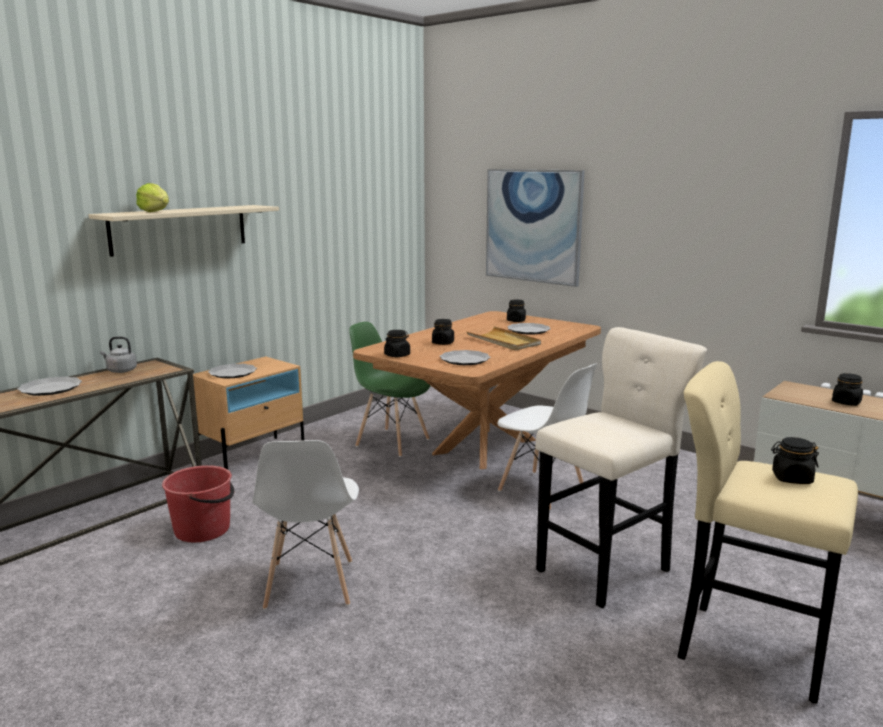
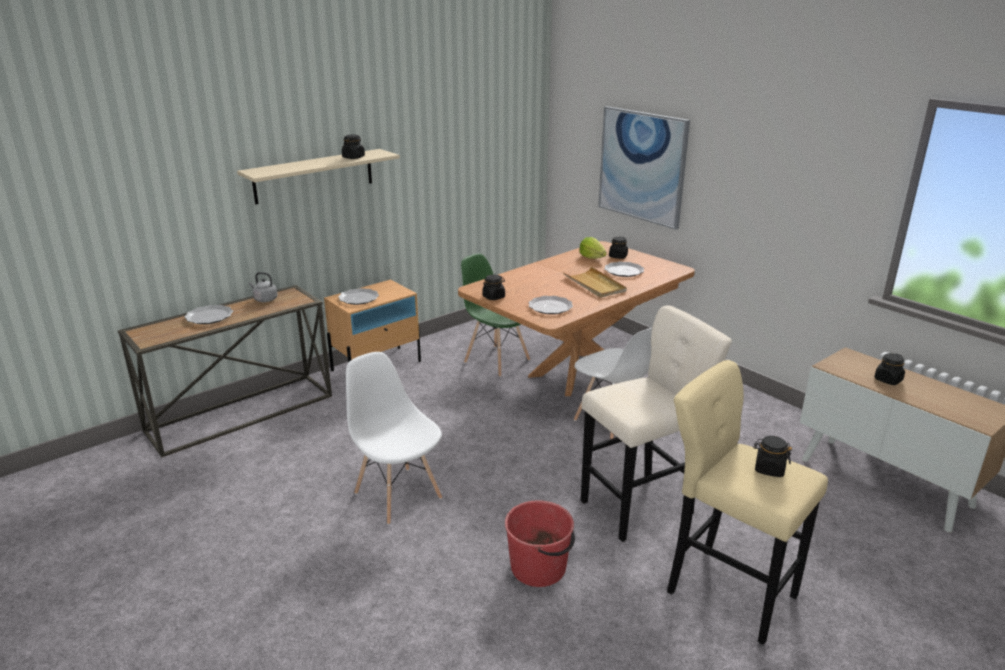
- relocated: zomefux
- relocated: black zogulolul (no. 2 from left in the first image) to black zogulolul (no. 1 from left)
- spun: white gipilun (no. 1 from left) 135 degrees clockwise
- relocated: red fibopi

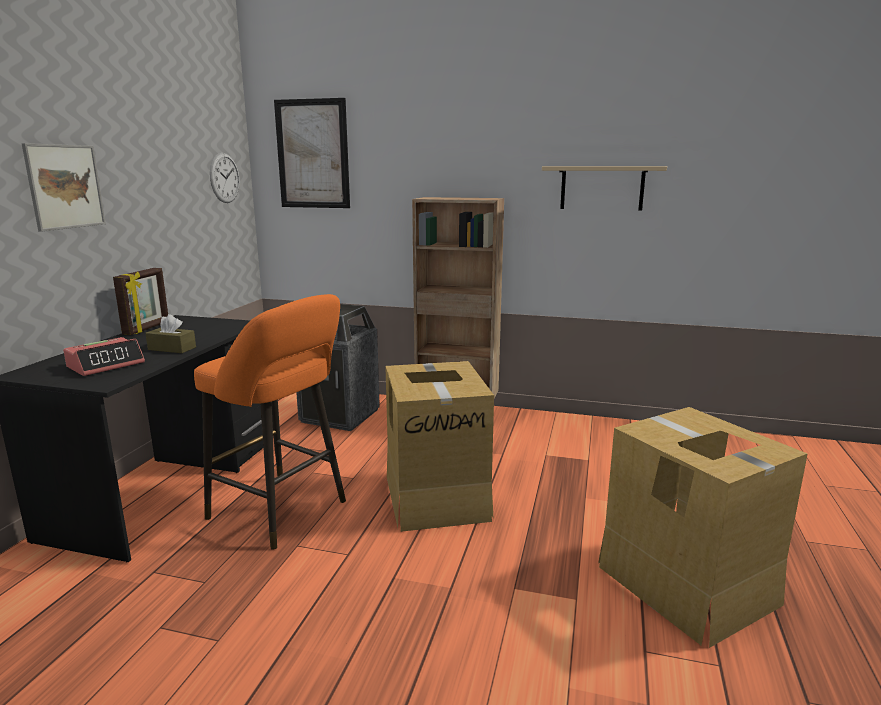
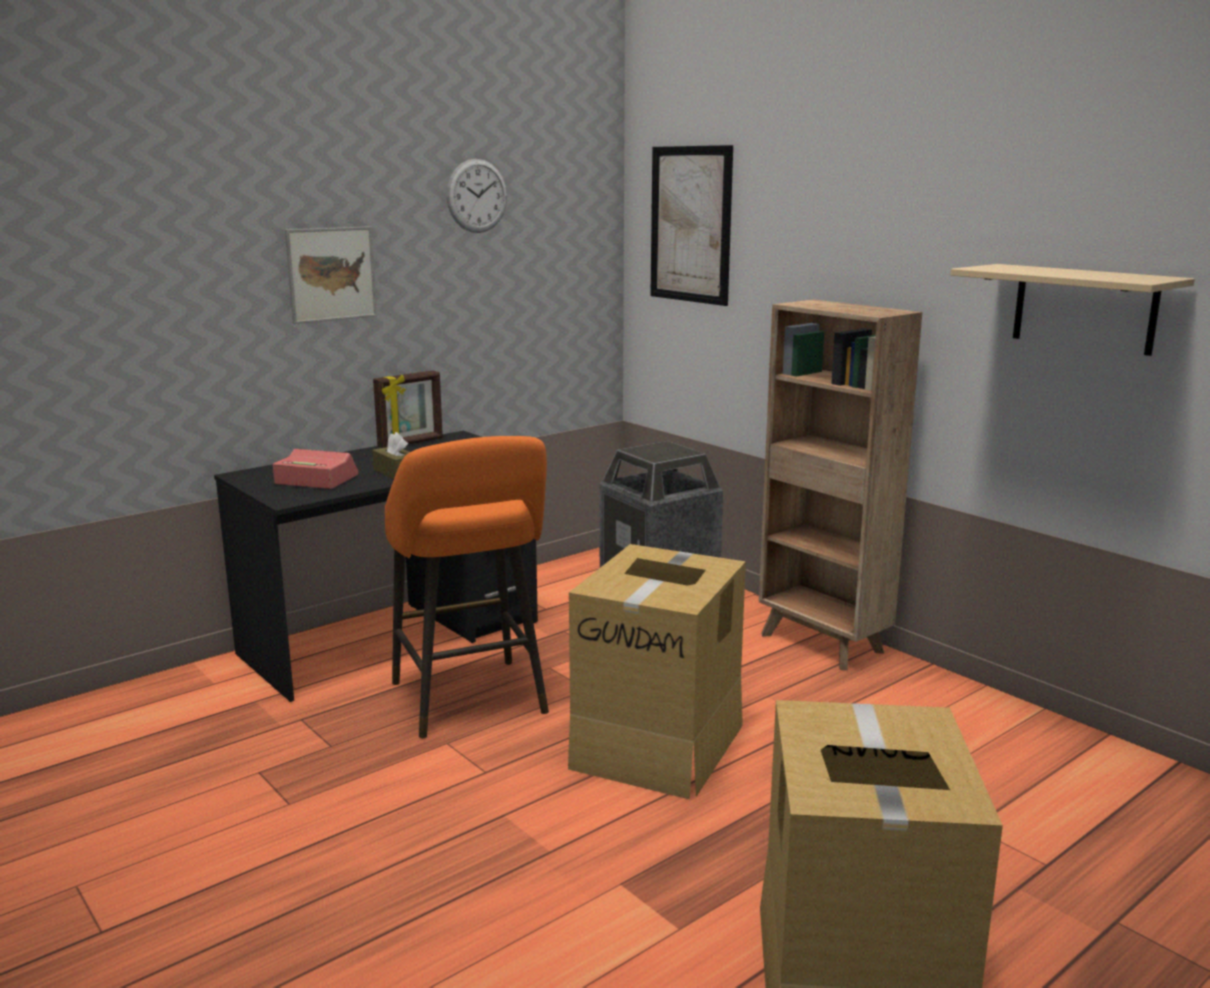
- relocated: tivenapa
- spun: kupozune 150 degrees counterclockwise

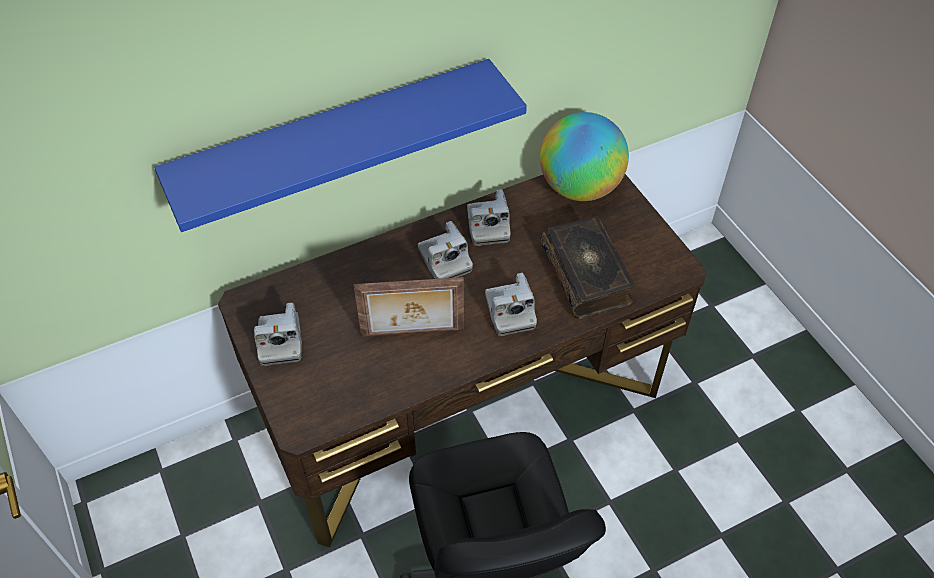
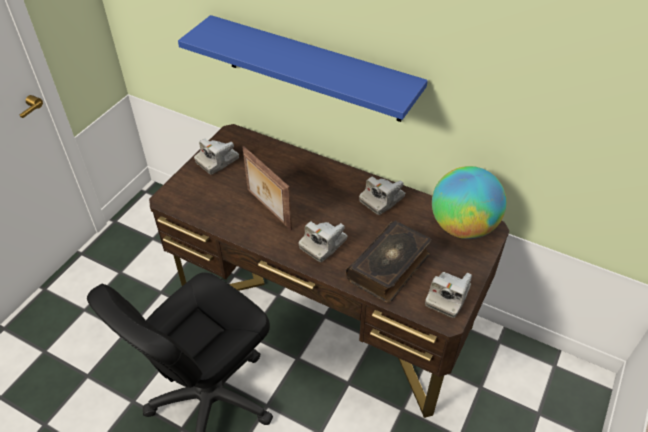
- relocated: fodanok (no. 2 from left in the first image) to fodanok (no. 4 from left)

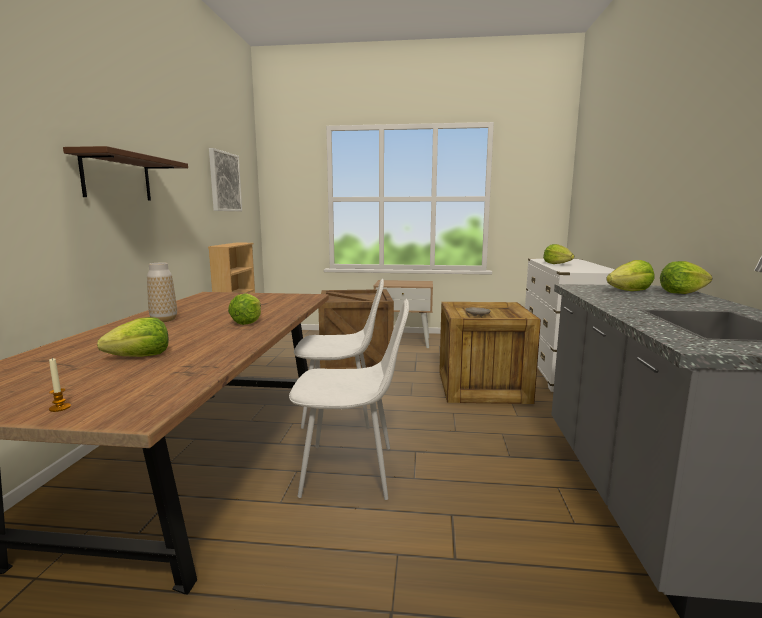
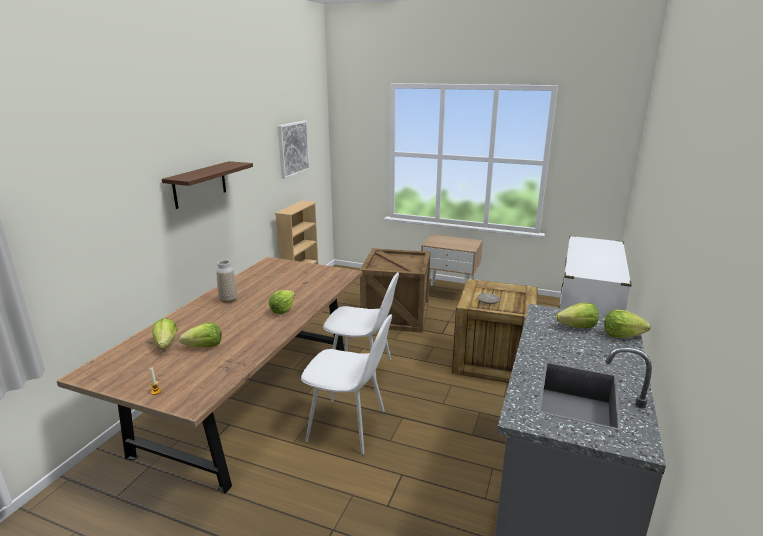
- relocated: zomefux (no. 3 from left in the first image) to zomefux (no. 1 from left)

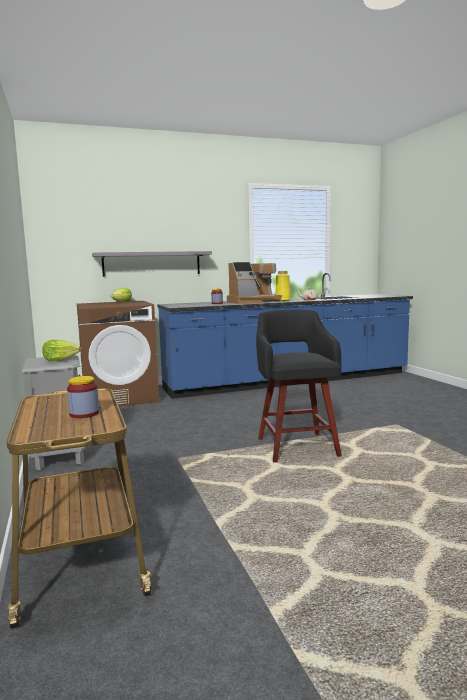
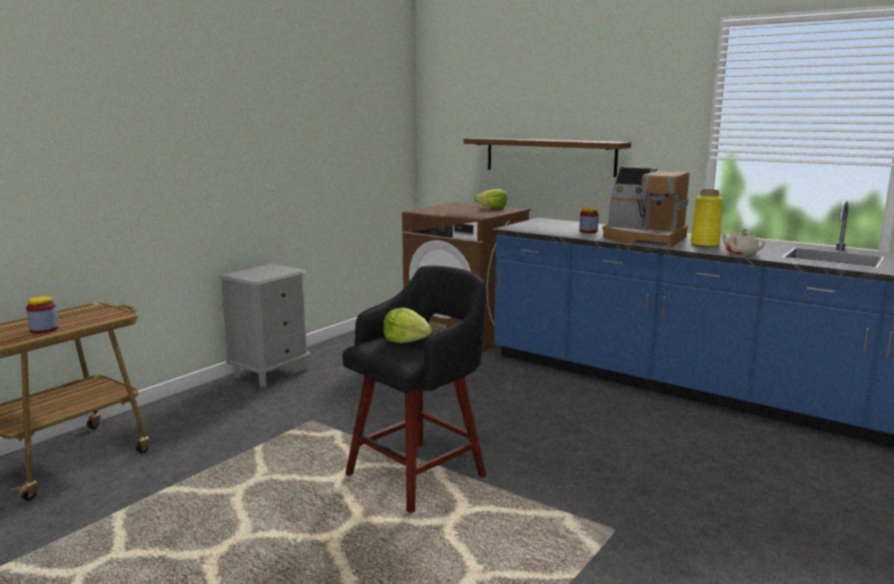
- colour: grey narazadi to brown narazadi
- relocated: zomefux (no. 1 from left)

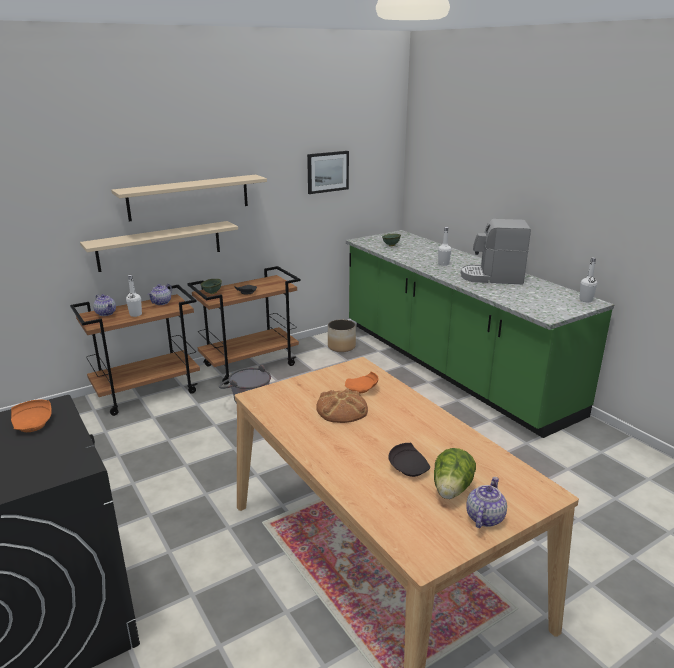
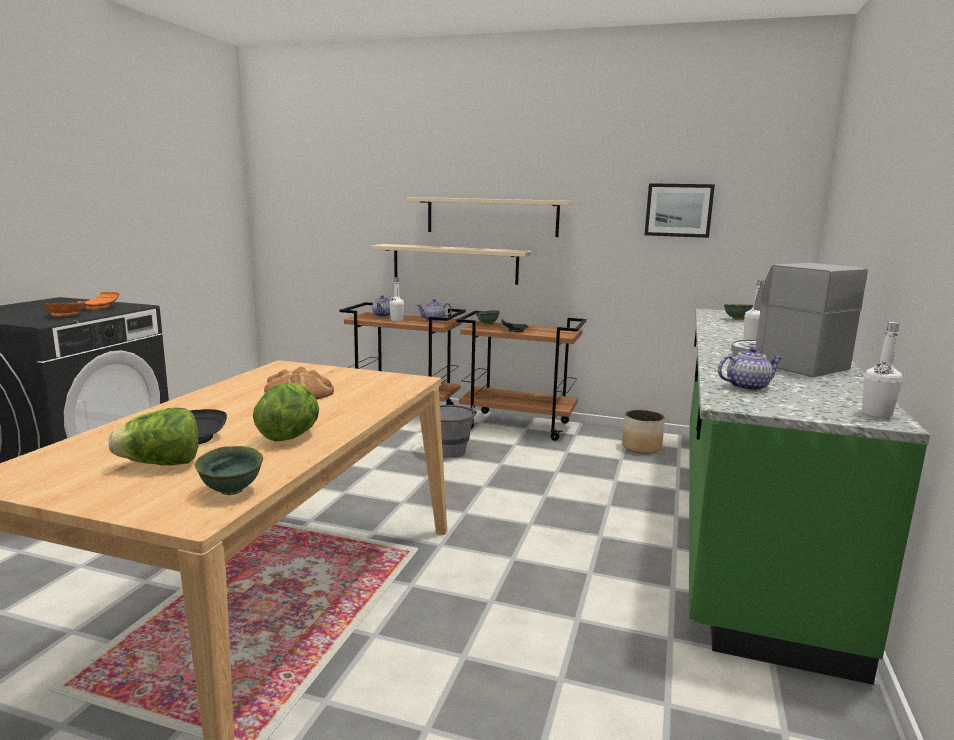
- relocated: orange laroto (no. 2 from left in the first image) to orange laroto (no. 1 from left)
- relocated: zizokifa (no. 3 from left)
- appeared: zomefux (no. 2 from left)
- appeared: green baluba (no. 1 from left)

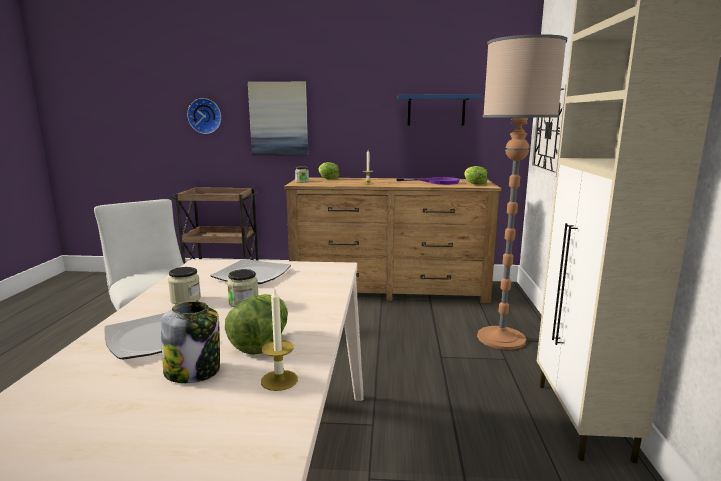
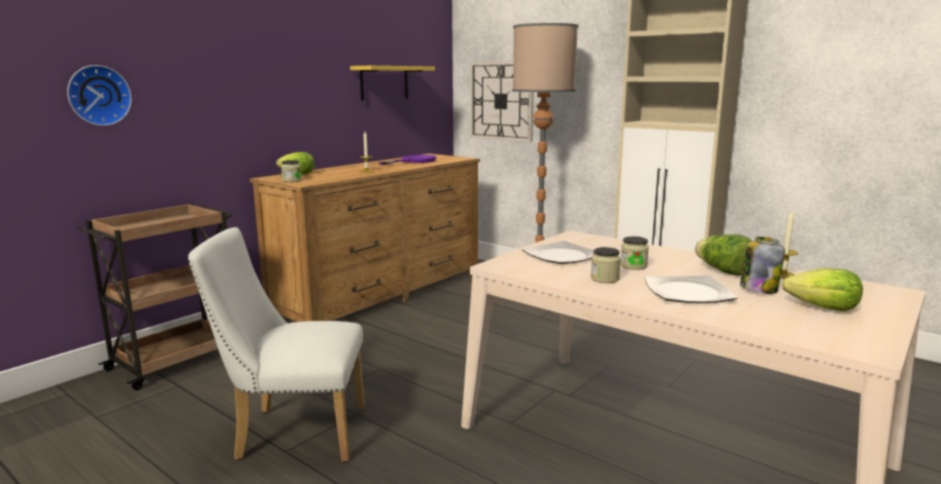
- missing: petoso
- colour: blue narazadi to yellow narazadi
- relocated: zomefux (no. 3 from left)

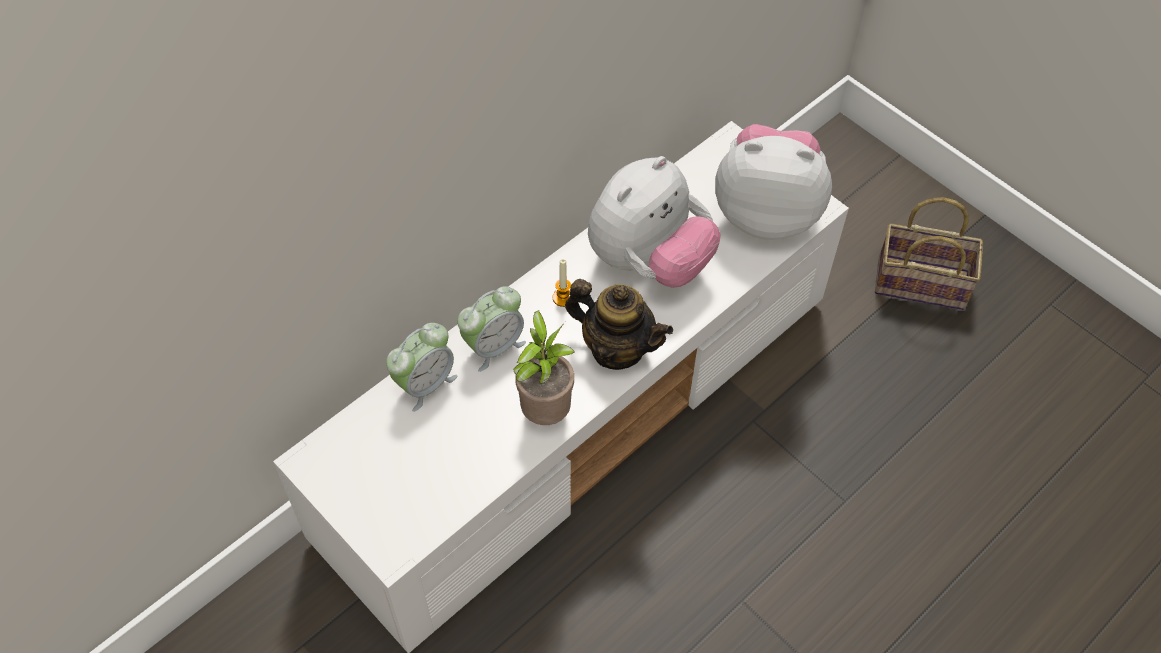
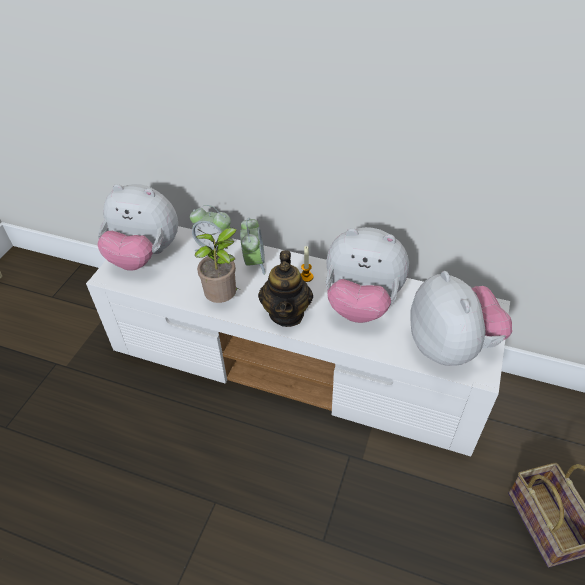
- spun: kupozune (no. 2 from left) 120 degrees counterclockwise
- appeared: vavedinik (no. 1 from left)

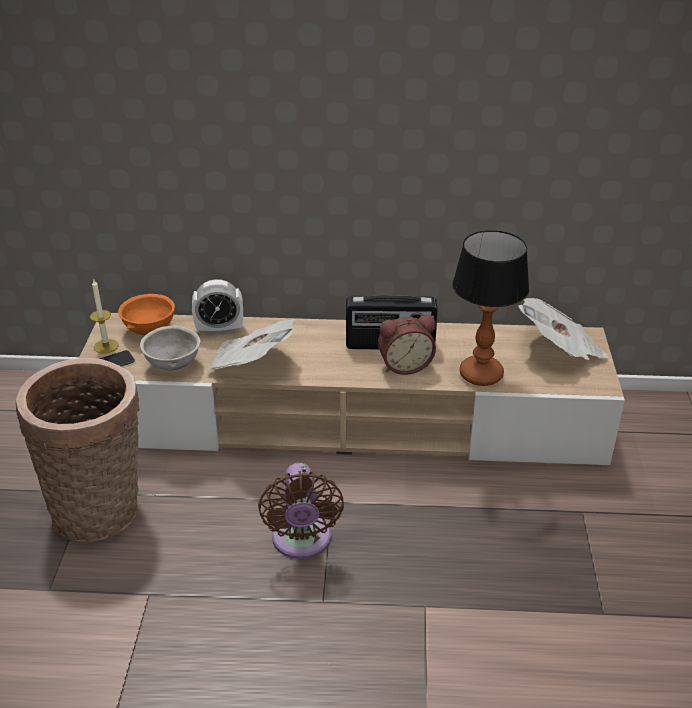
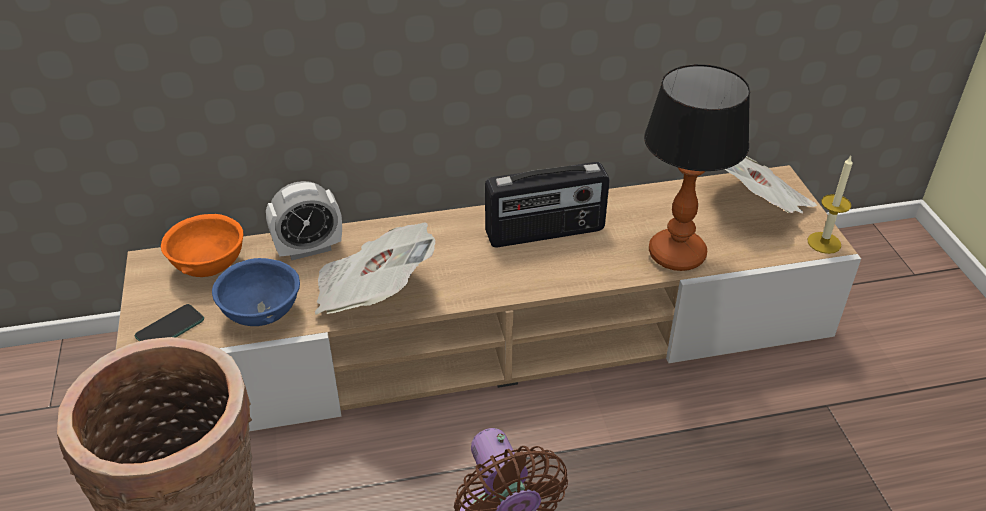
- relocated: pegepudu
- missing: kupozune (no. 2 from left)
- colour: grey baluba to blue baluba

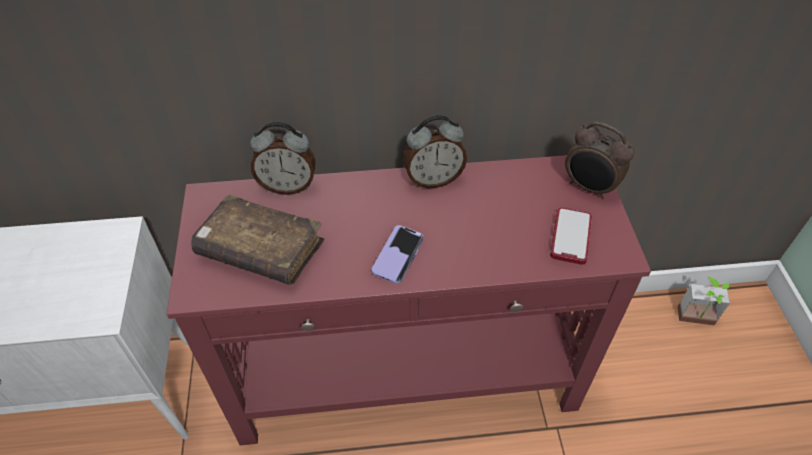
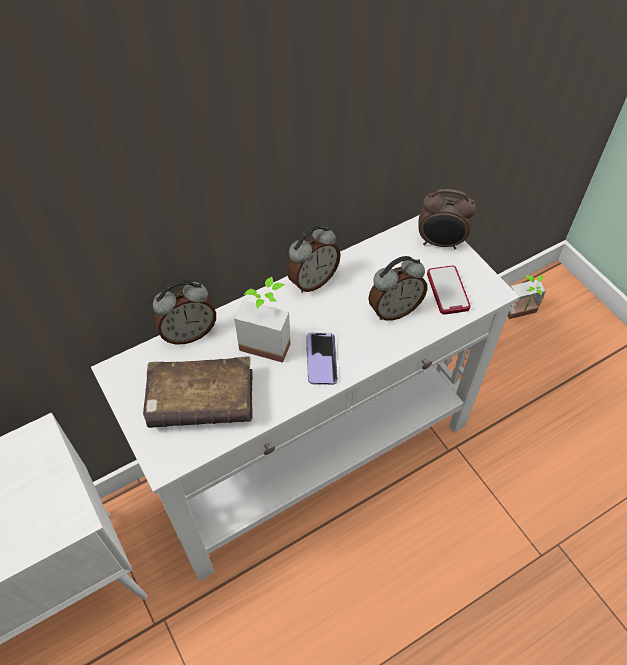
- colour: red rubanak to white rubanak
- appeared: kupozune (no. 3 from left)
- appeared: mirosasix (no. 1 from left)

